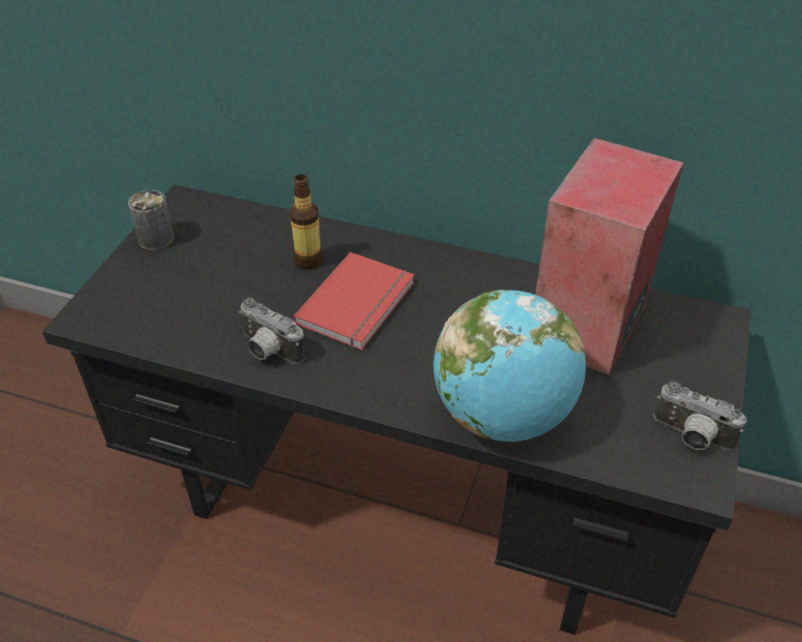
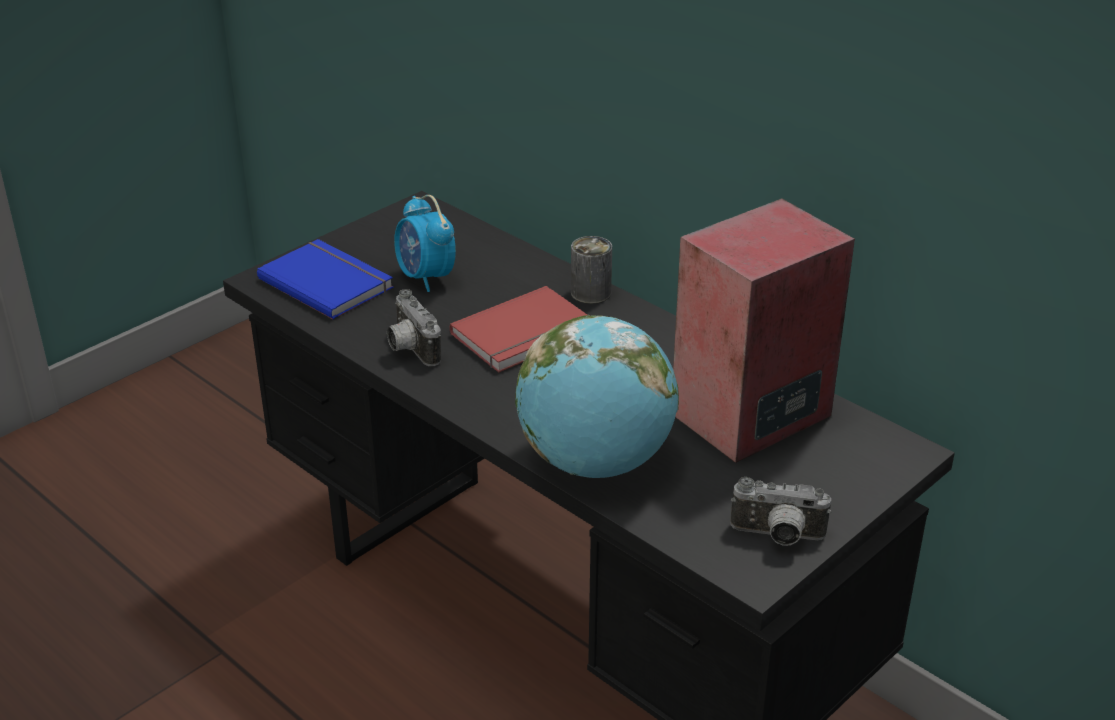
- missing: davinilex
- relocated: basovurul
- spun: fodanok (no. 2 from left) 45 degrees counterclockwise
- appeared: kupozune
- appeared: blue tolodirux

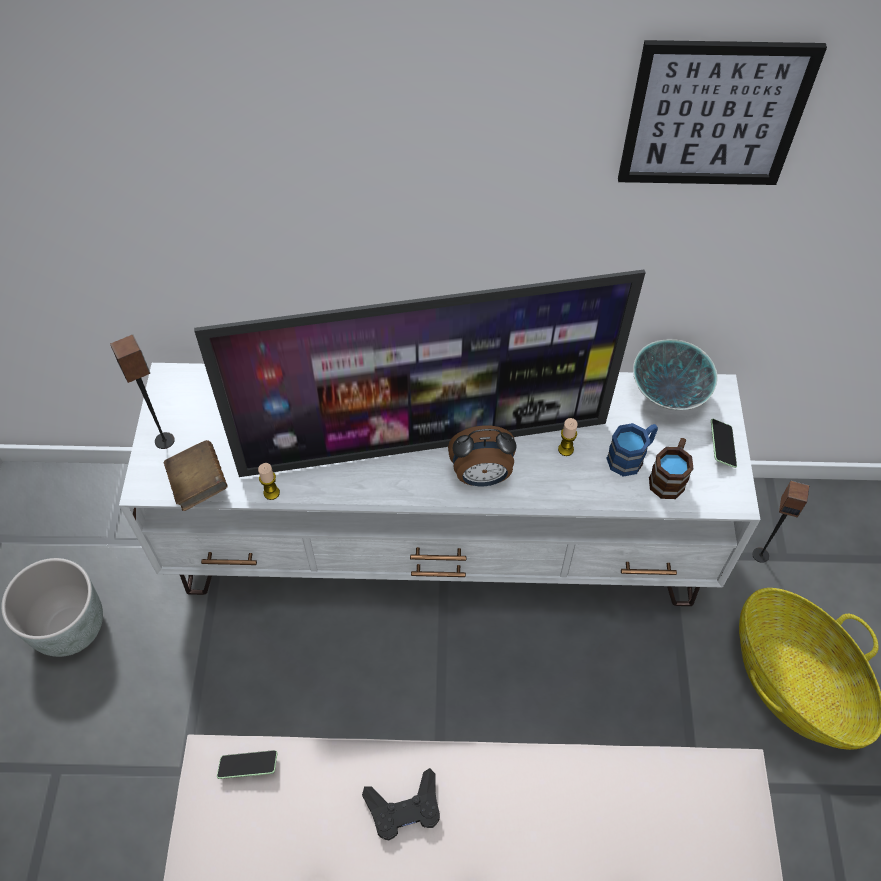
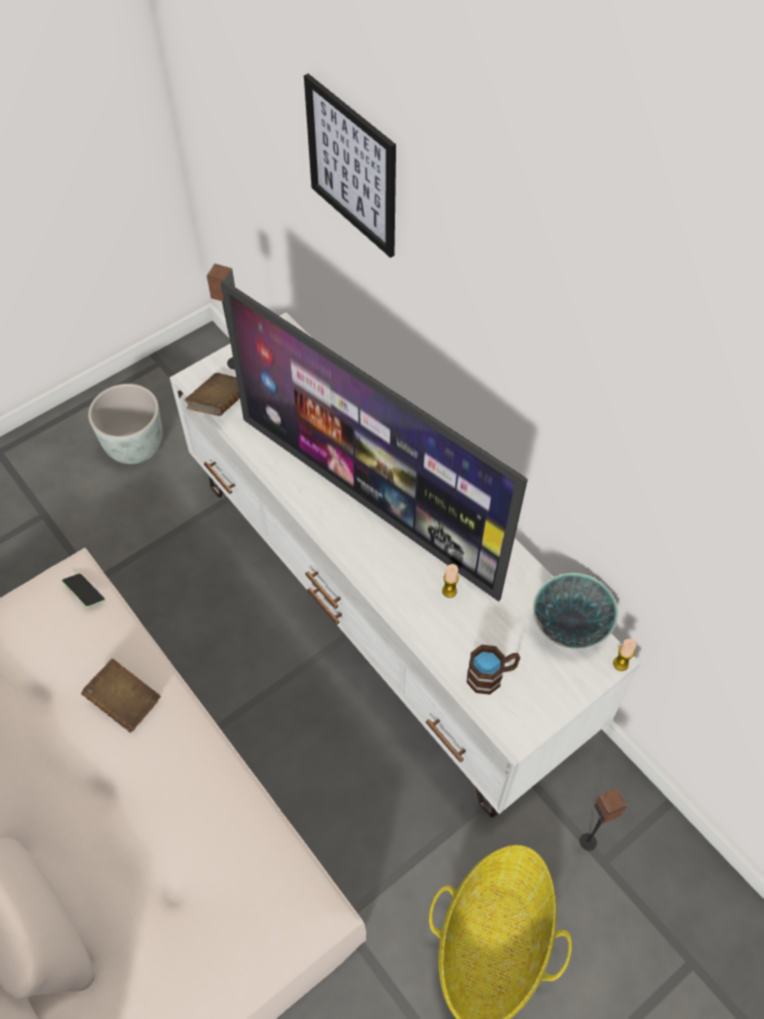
- relocated: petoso
- missing: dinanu (no. 2 from left)
- missing: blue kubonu
- missing: kupozune
- relocated: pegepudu (no. 1 from left in the first image) to pegepudu (no. 2 from left)
- exchanged: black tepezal to brown tolodirux (no. 1 from left)

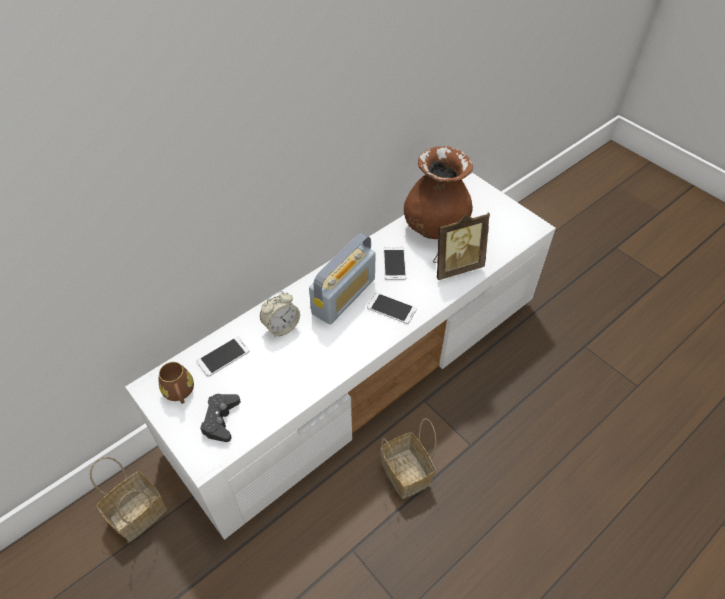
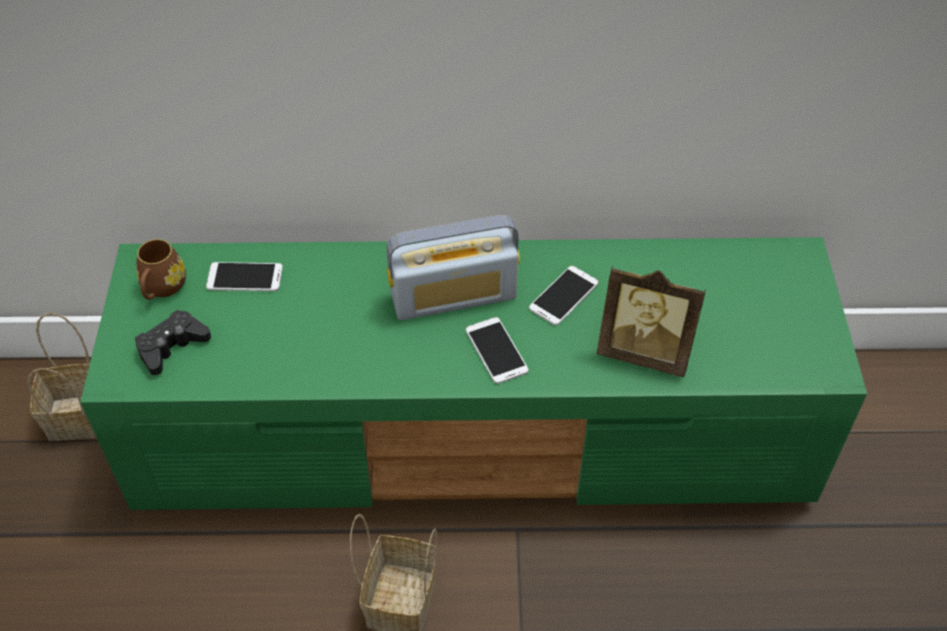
- missing: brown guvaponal
- colour: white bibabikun to green bibabikun
- missing: kupozune

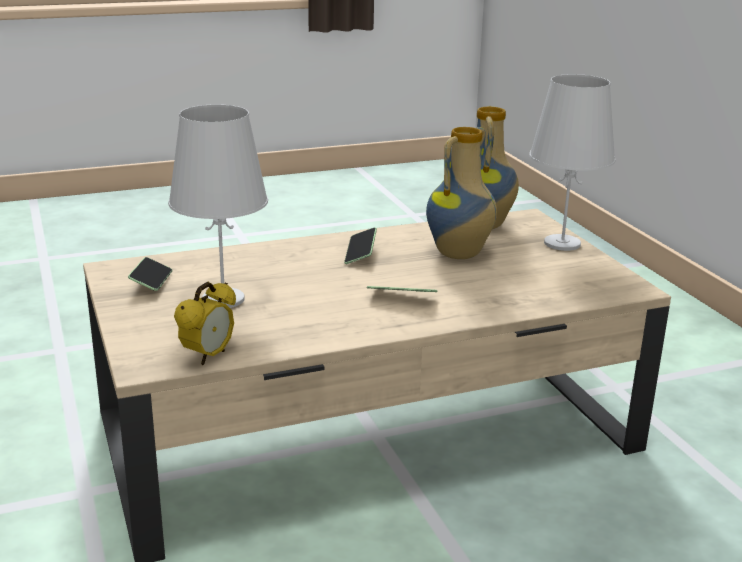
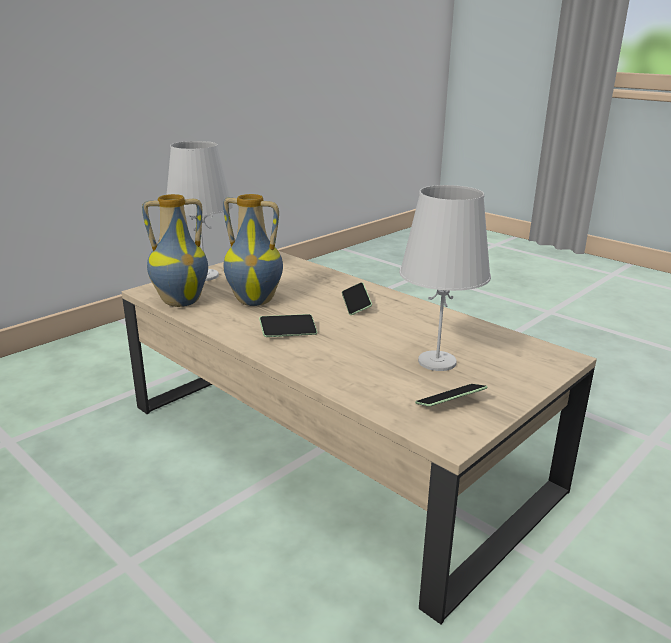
- missing: kupozune

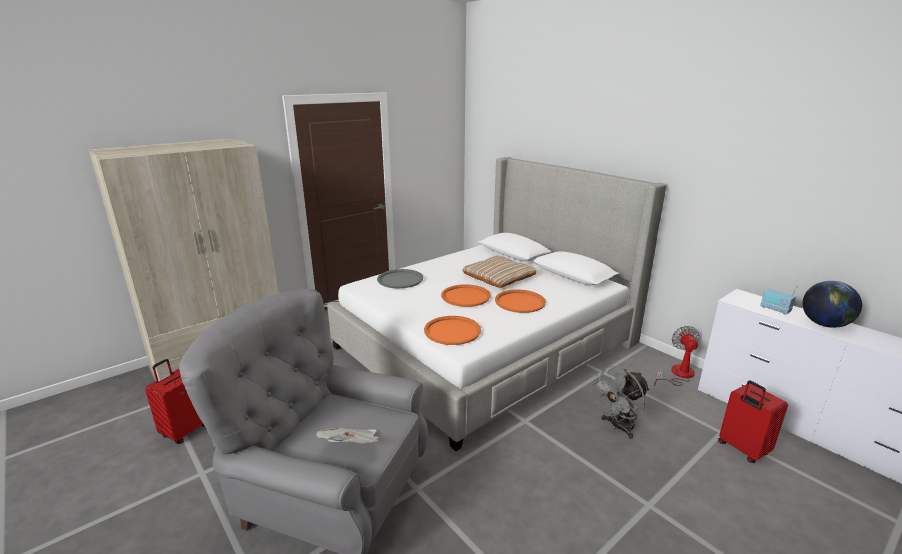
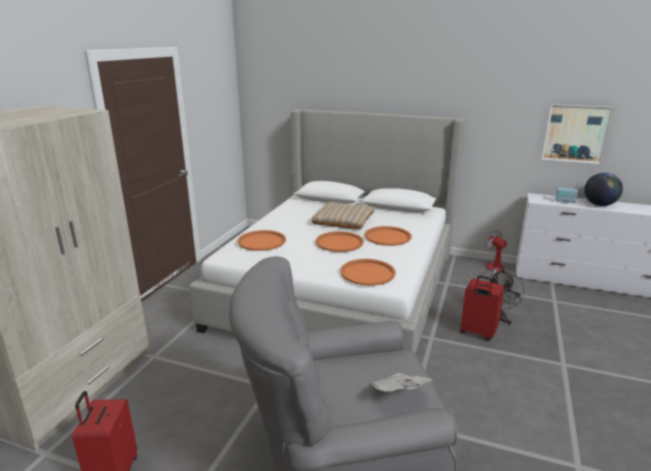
- colour: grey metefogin to orange metefogin (no. 1 from left)
- relocated: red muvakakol (no. 2 from left)
- appeared: petoso

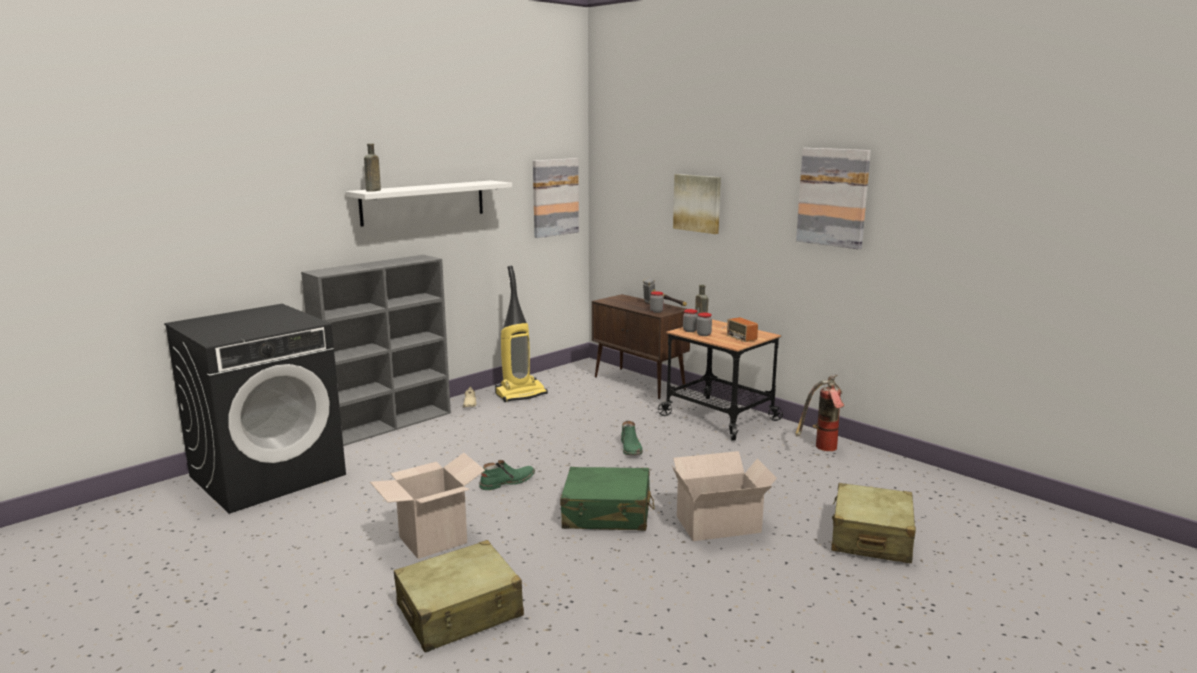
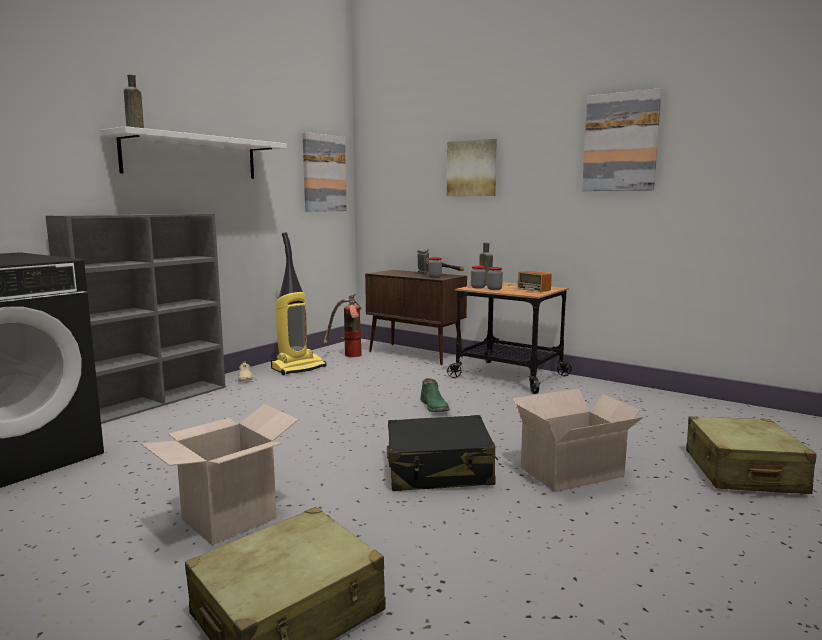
- relocated: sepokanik
- missing: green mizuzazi (no. 1 from left)
- colour: green muvakakol to black muvakakol

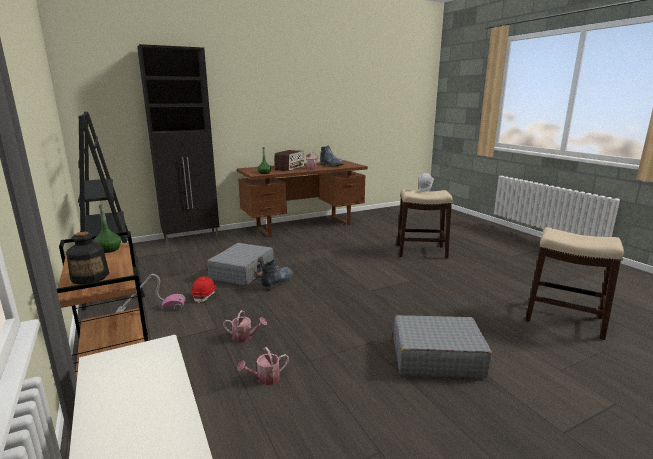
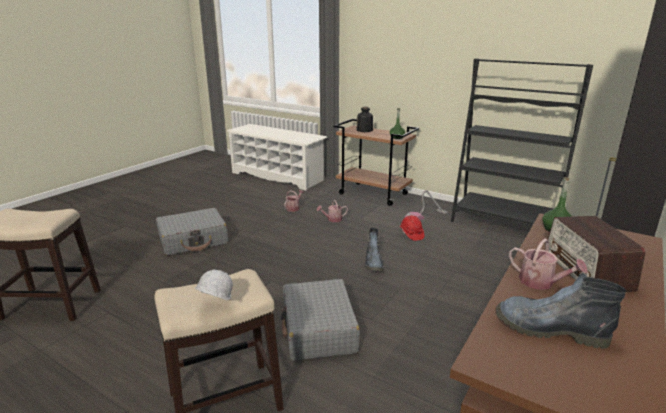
- relocated: grey muvakakol (no. 1 from left in the first image) to grey muvakakol (no. 2 from left)

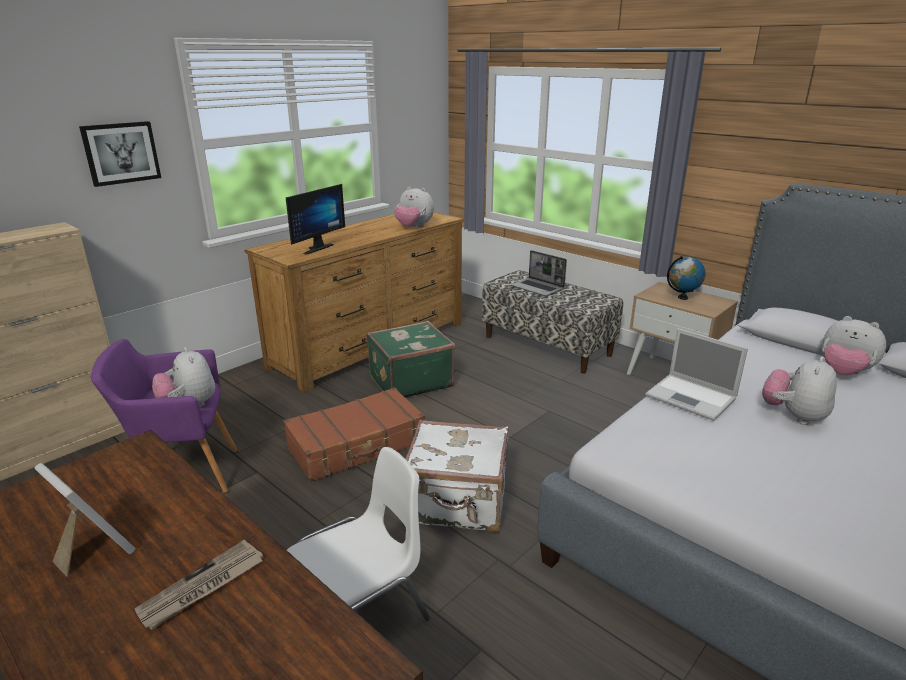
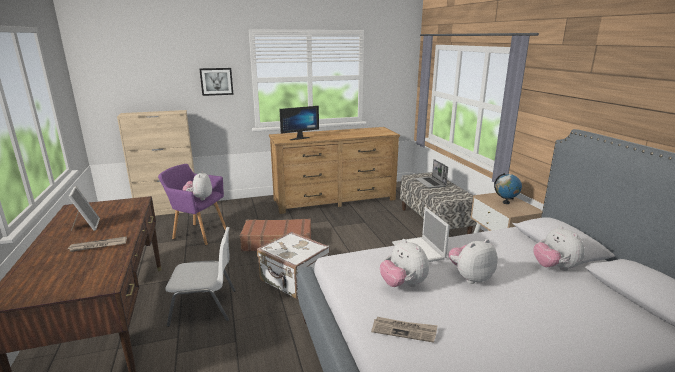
- relocated: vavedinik (no. 2 from left)
- missing: green muvakakol
- appeared: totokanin (no. 2 from left)

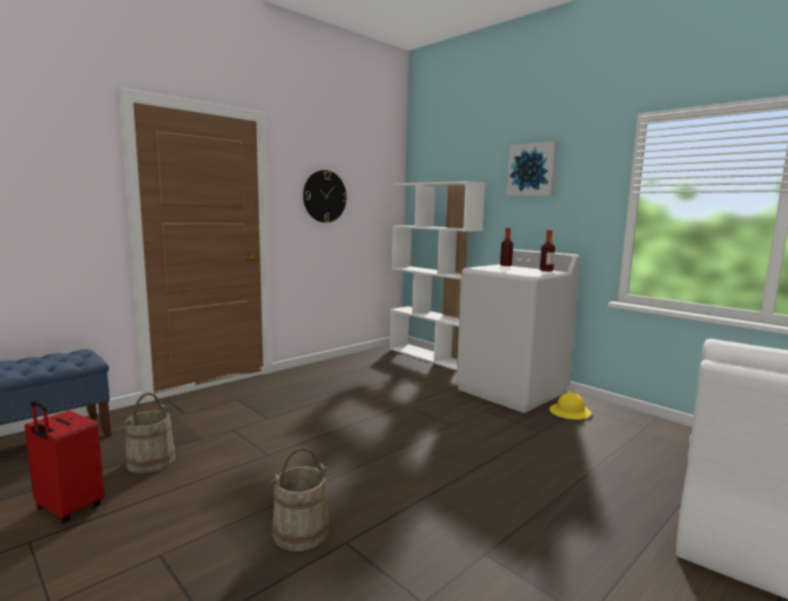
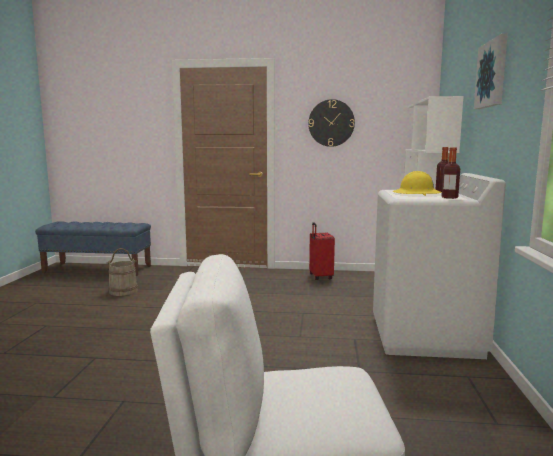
- relocated: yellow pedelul
- relocated: red muvakakol
- missing: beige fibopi (no. 2 from left)

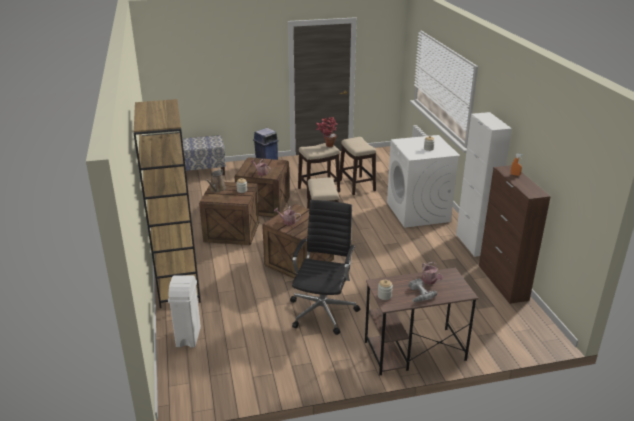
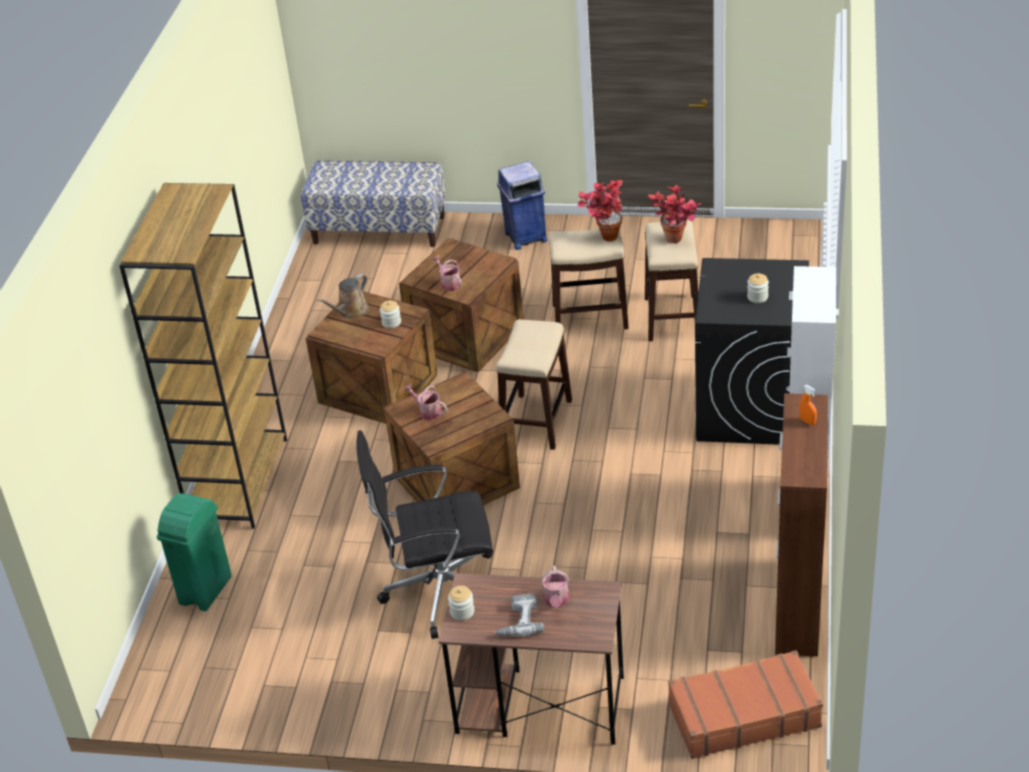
- colour: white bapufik to black bapufik
- spun: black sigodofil 135 degrees counterclockwise
- colour: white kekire to green kekire
- appeared: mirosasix (no. 2 from left)
- appeared: brown muvakakol

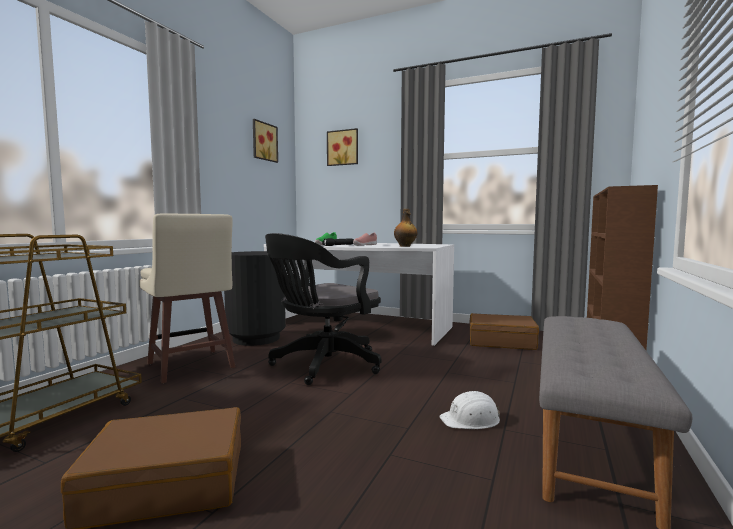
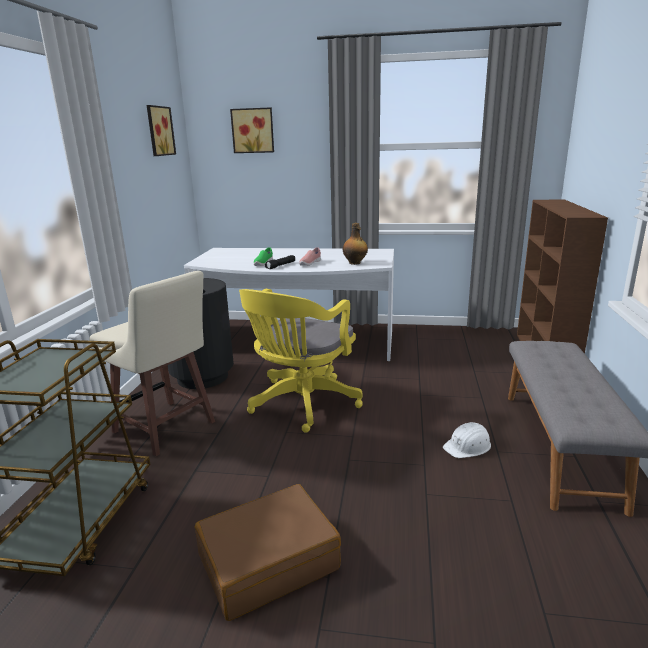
- colour: black sigodofil to yellow sigodofil
- missing: brown muvakakol (no. 2 from left)

